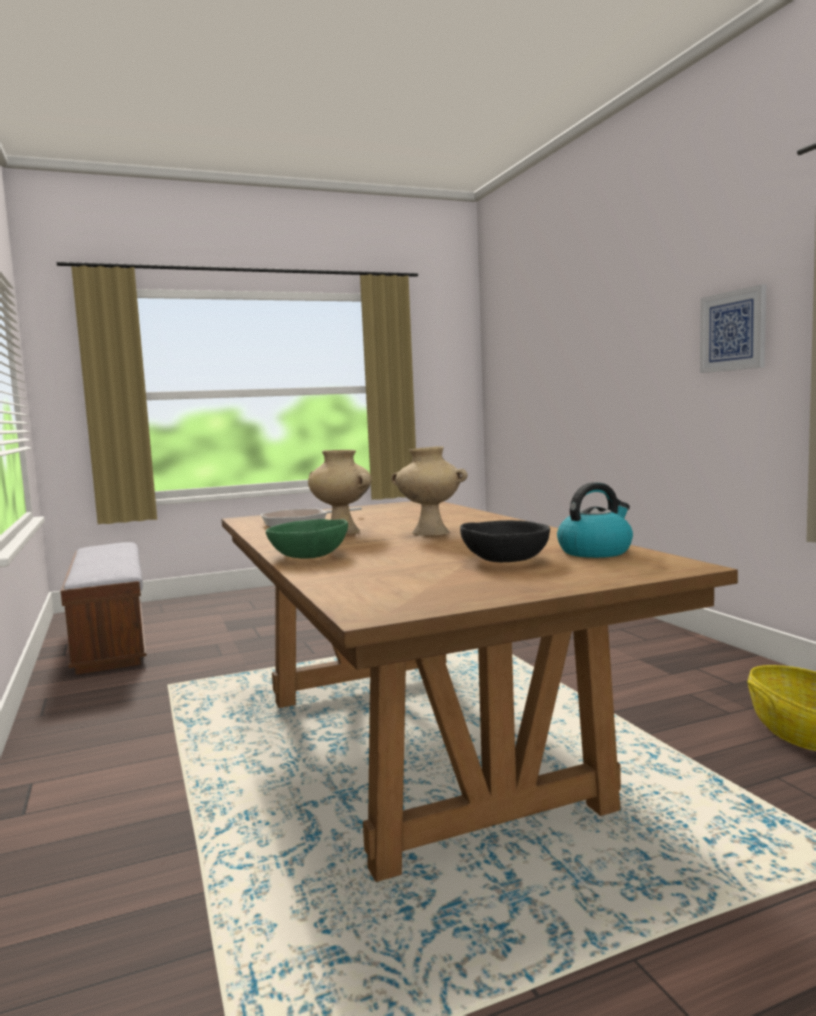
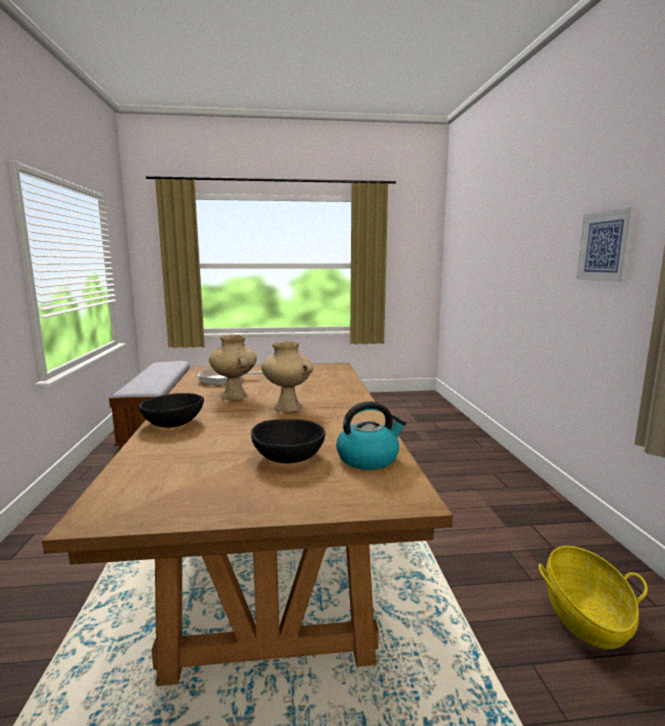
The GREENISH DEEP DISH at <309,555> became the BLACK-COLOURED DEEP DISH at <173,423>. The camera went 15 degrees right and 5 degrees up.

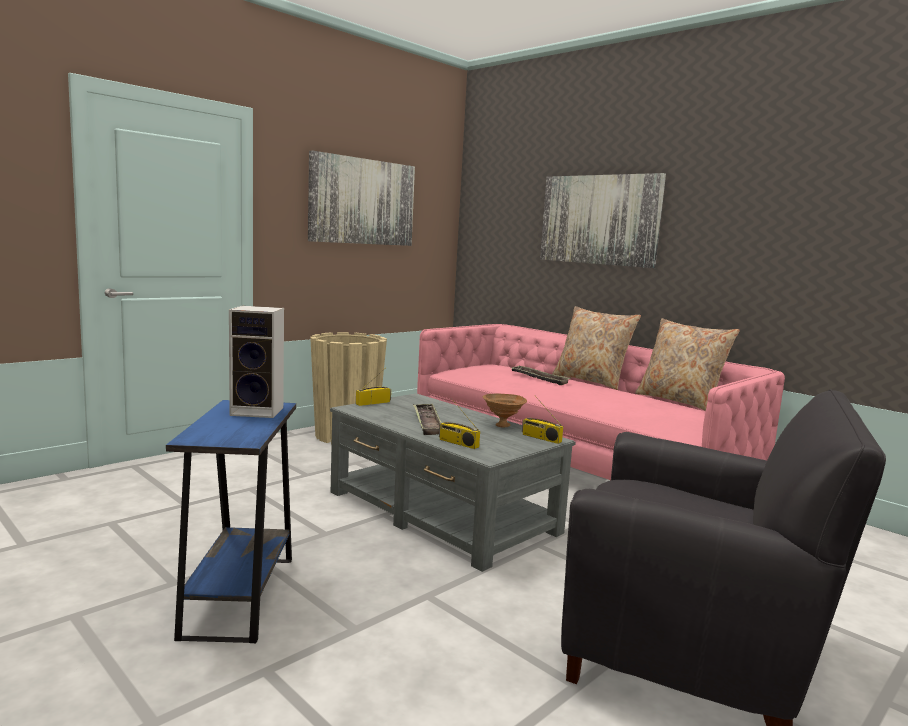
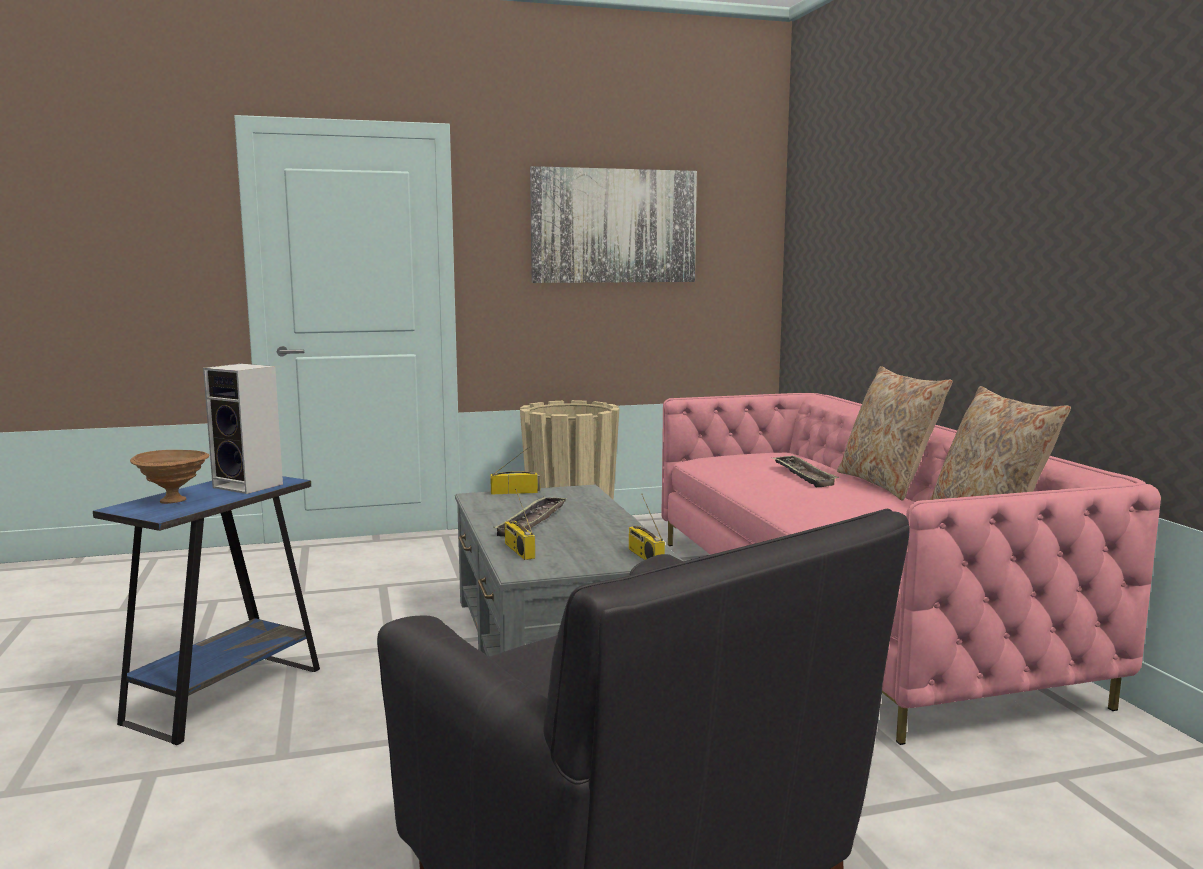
The PICTURE at <599,220> disappeared. The BROWN DEEP DISH moved from <502,425> to <174,500>. The camera went 30 degrees right and 0 degrees up.

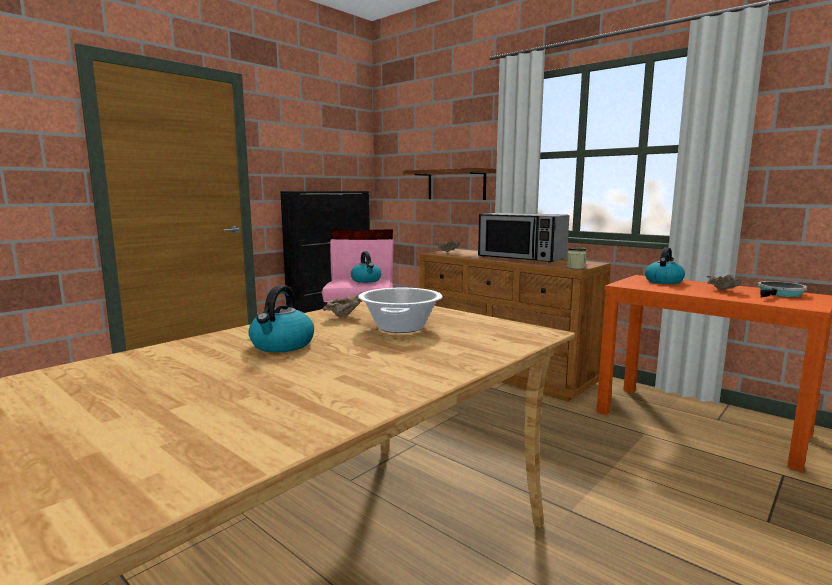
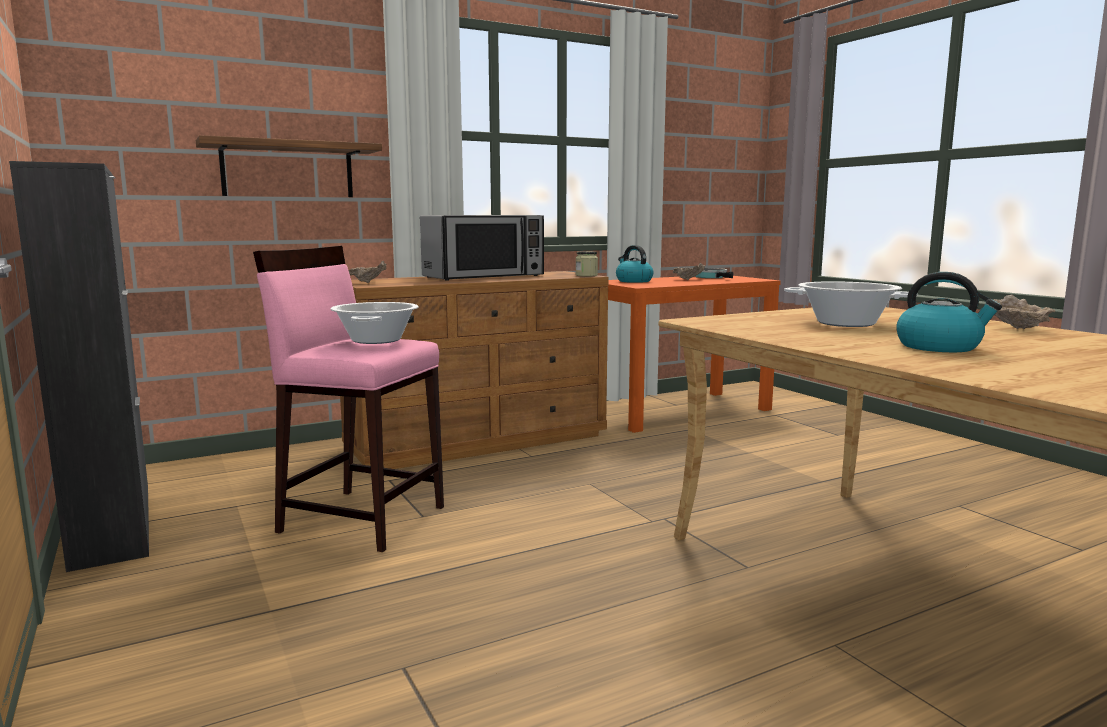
The BEIGE-COLOURED DEEP DISH moved from <344,316> to <1018,329>. The TEA KETTLE at <366,280> was replaced by the COOKING POT at <376,340>. The camera went 70 degrees left and 0 degrees up.

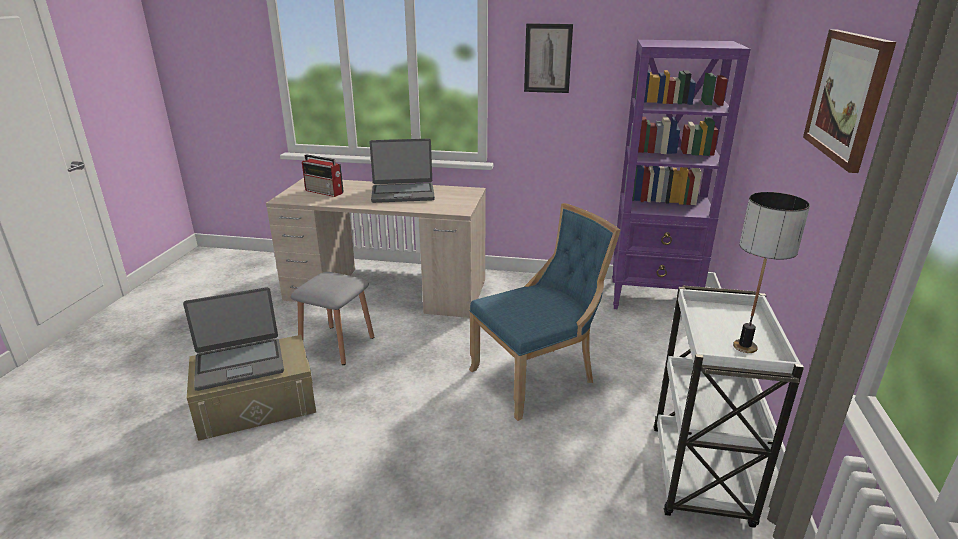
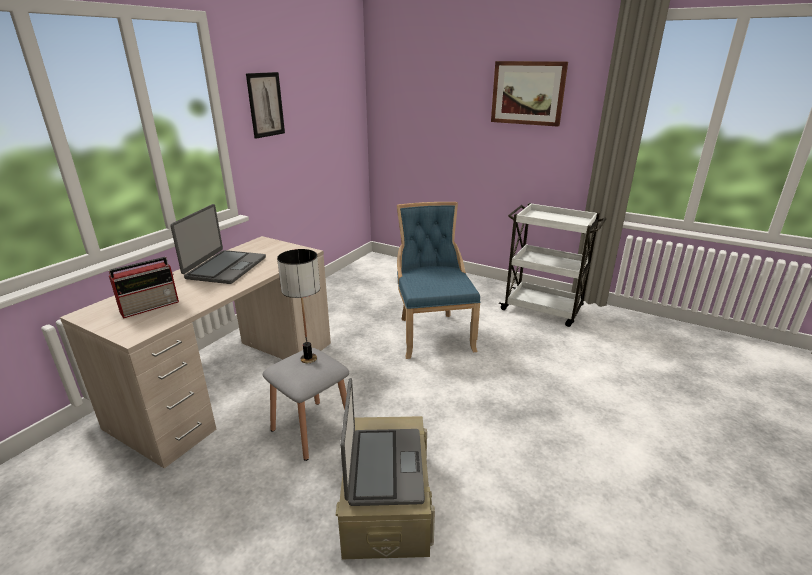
The PURPLE-COLOURED BOOKCASE at <653,298> disappeared. The LAMP FOR A TABLE moved from <745,346> to <308,358>. The camera went 70 degrees left and 0 degrees up.

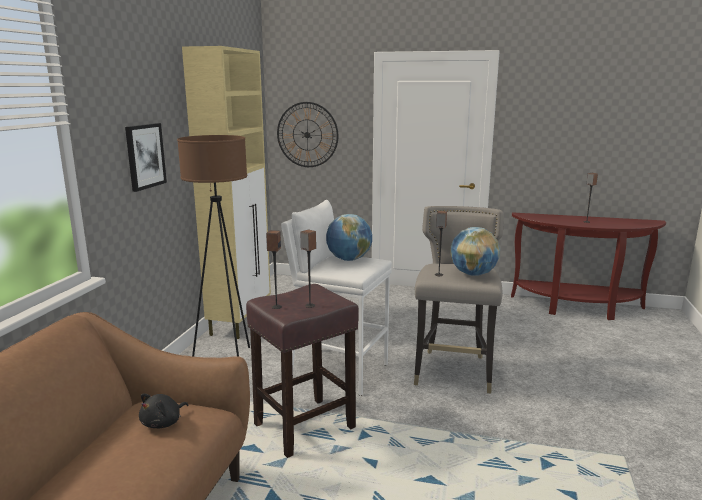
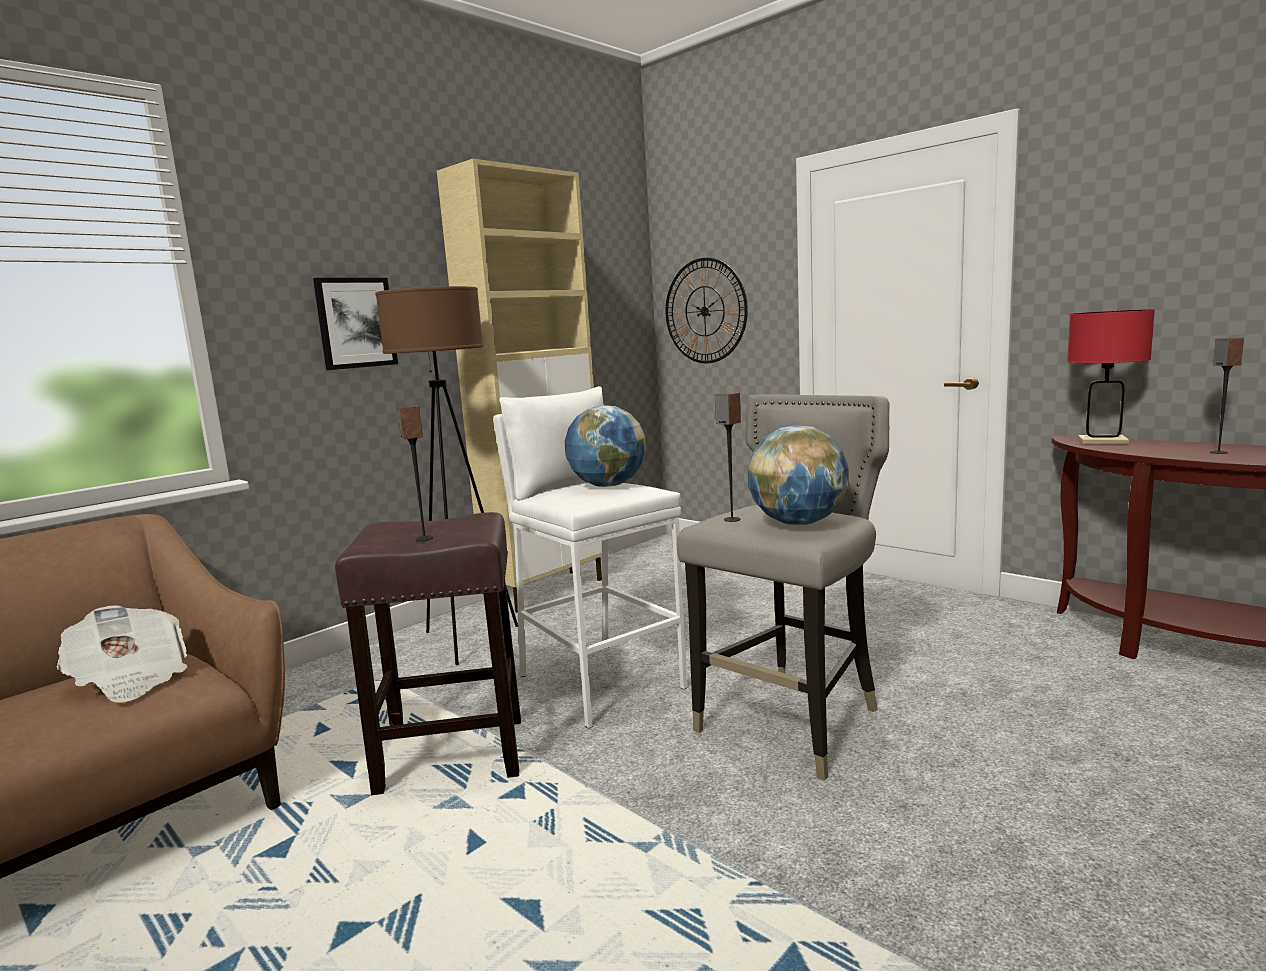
The LOUDSPEAKER at <276,307> disappeared. The RED LAMP FOR A TABLE at <1102,441> appeared. The BLACK-COLOURED PLUSH TOY at <163,423> was replaced by the PRINTED PAPER at <130,680>. The camera went 30 degrees right and 5 degrees down.

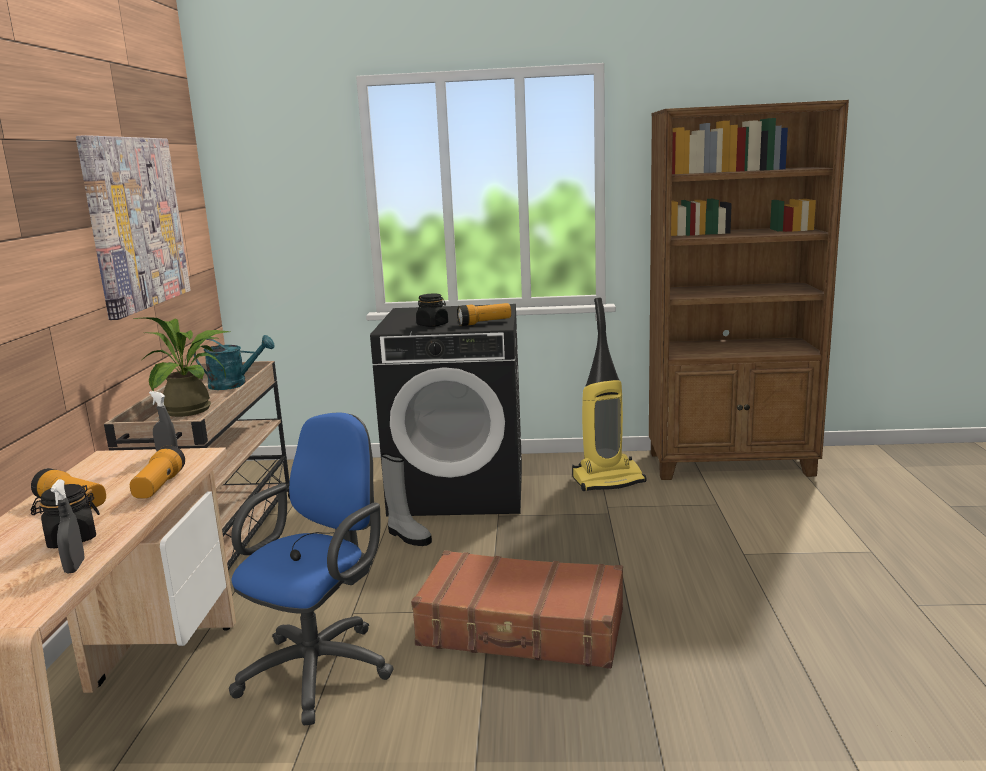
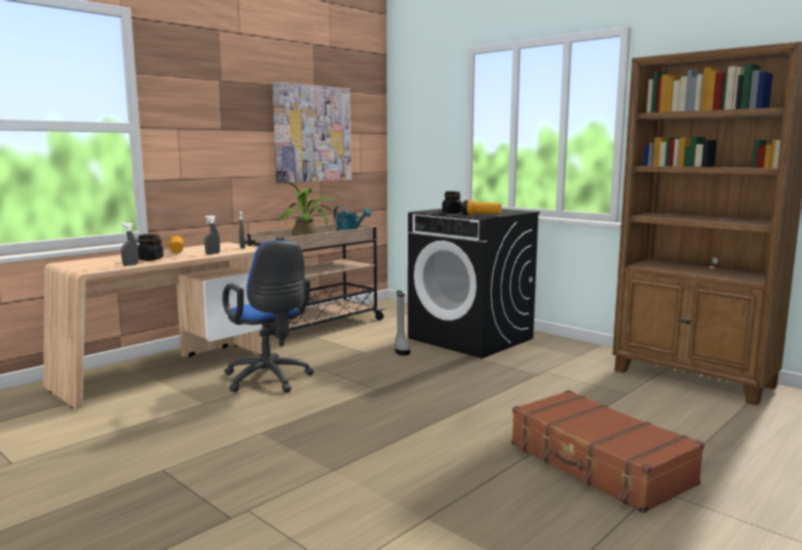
The HOOVER at <608,480> disappeared. The BROWN SUITCASE moved from <522,629> to <599,464>. The HAND TORCH at <159,486> was replaced by the GREY SPRAYER at <212,254>. The BLUE COMPUTER CHAIR at <322,666> turned 75 degrees clockwise. The camera went 40 degrees right and 5 degrees down.

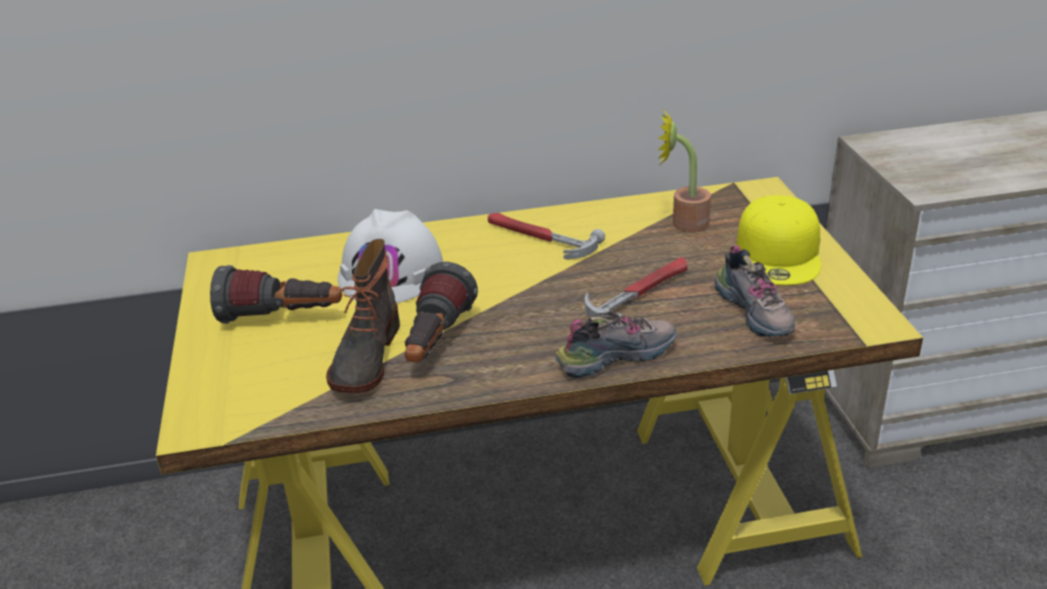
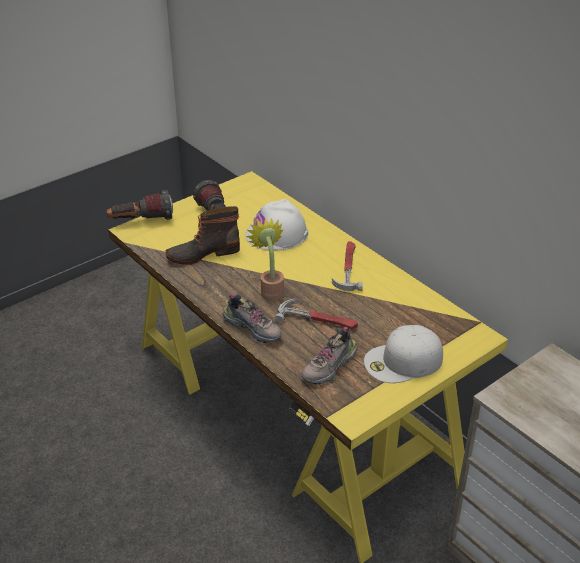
The HAND TORCH moved from <435,343> to <141,221>. The PLANT IN A POT moved from <682,223> to <270,290>. The YELLOW PEAKED CAP at <779,254> became the WHITE PEAKED CAP at <403,361>. The camera went 60 degrees right and 5 degrees up.

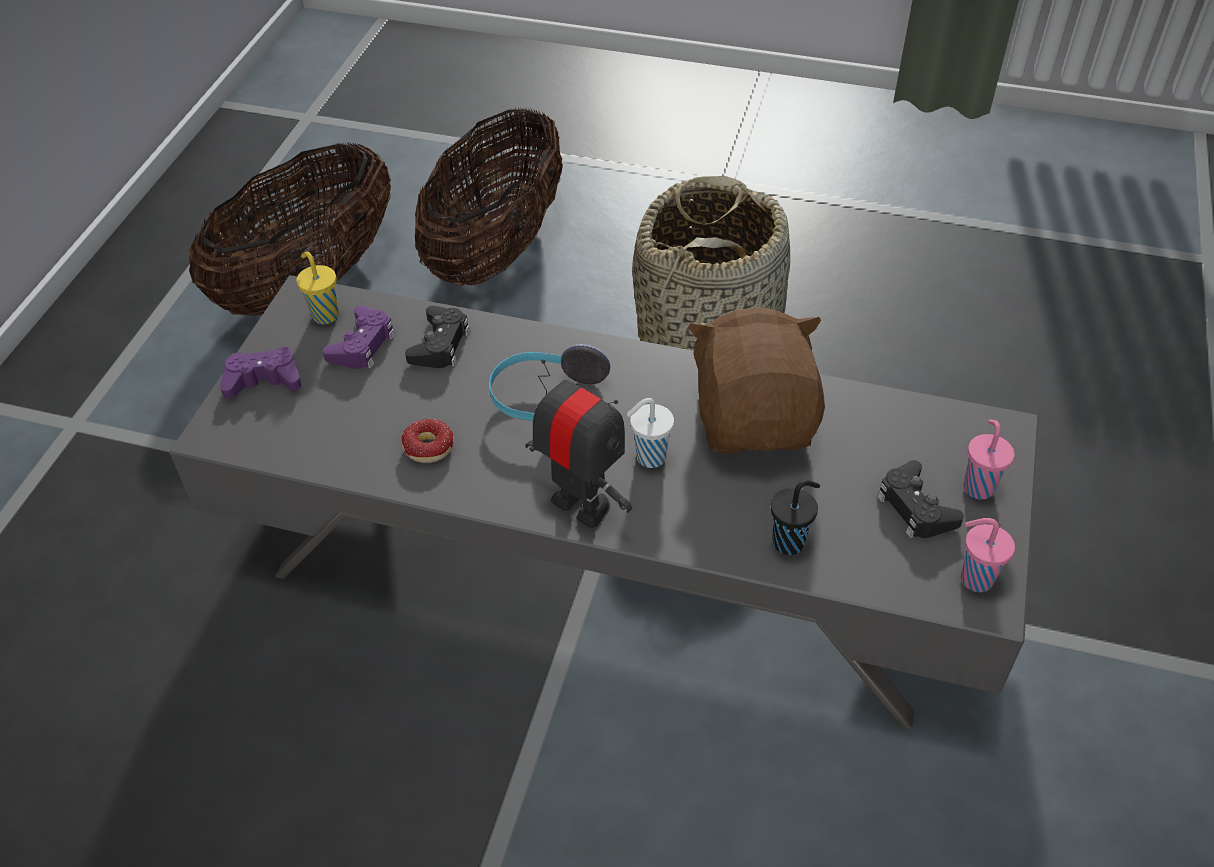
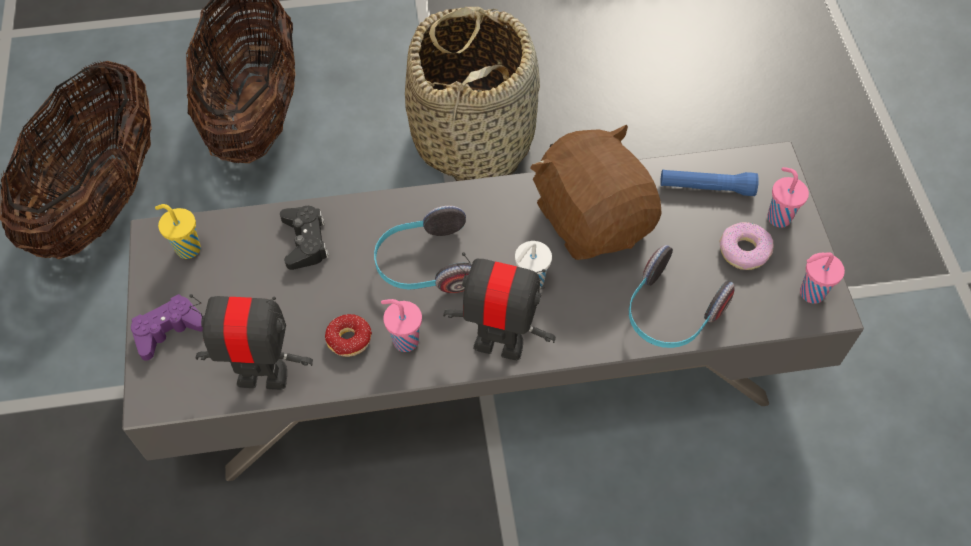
The PURPLE-COLOURED JOYPAD at <362,345> disappeared. The ROBOT FIGURE at <263,375> appeared. The PINK-COLOURED CUP at <404,340> appeared. The BLUE HAND TORCH at <706,188> appeared. The BLACK-COLOURED CUP at <790,542> was replaced by the PAIR OF HEADPHONES at <670,313>. The BLACK-COLOURED JOYPAD at <915,507> was replaced by the RING DOUGHNUT at <743,251>. The camera went 25 degrees left and 10 degrees up.

